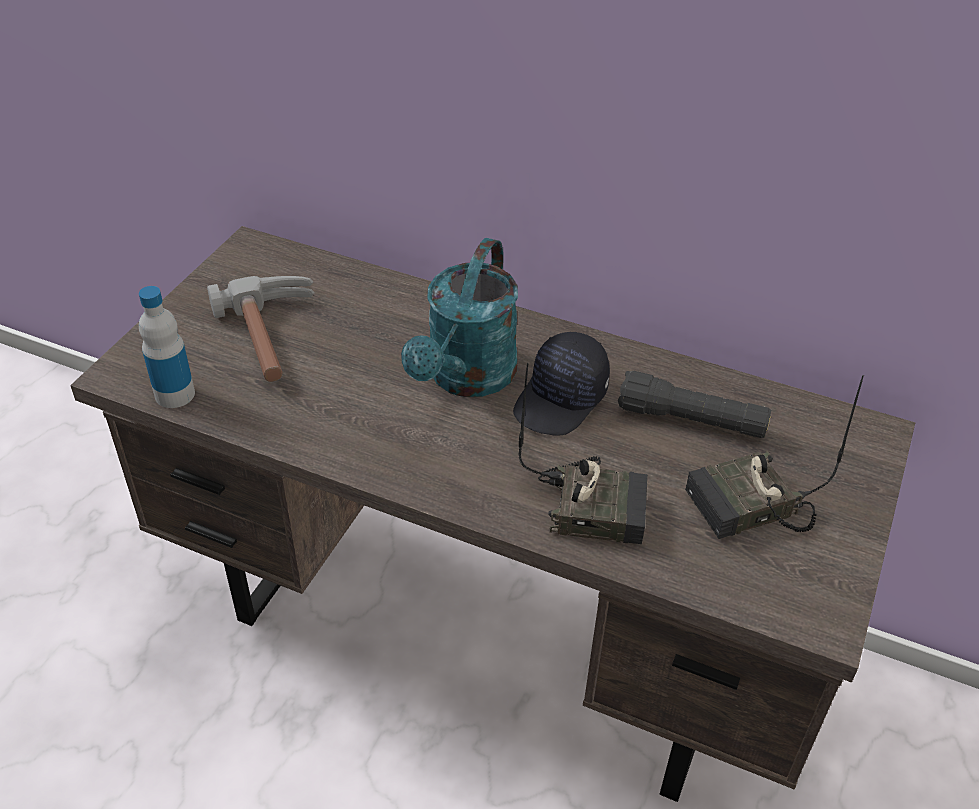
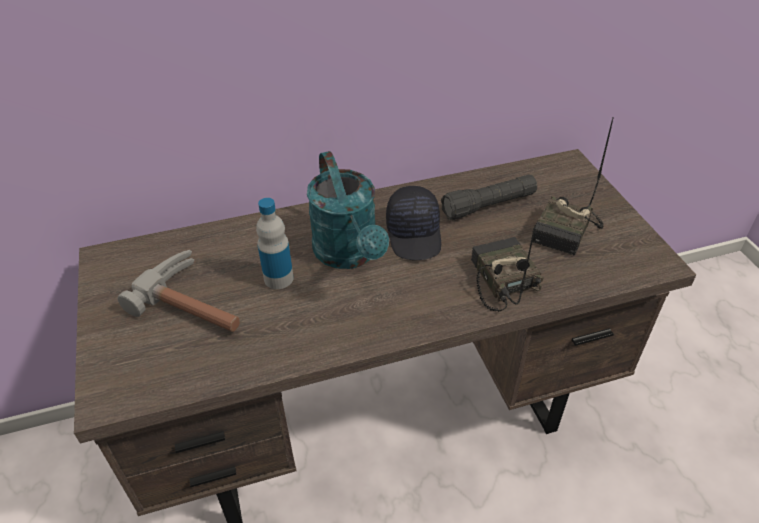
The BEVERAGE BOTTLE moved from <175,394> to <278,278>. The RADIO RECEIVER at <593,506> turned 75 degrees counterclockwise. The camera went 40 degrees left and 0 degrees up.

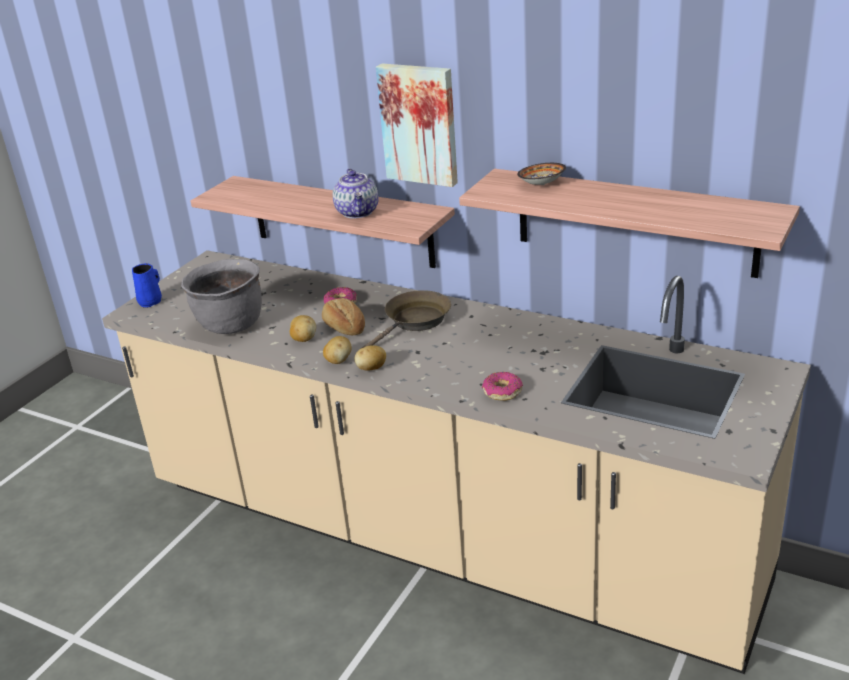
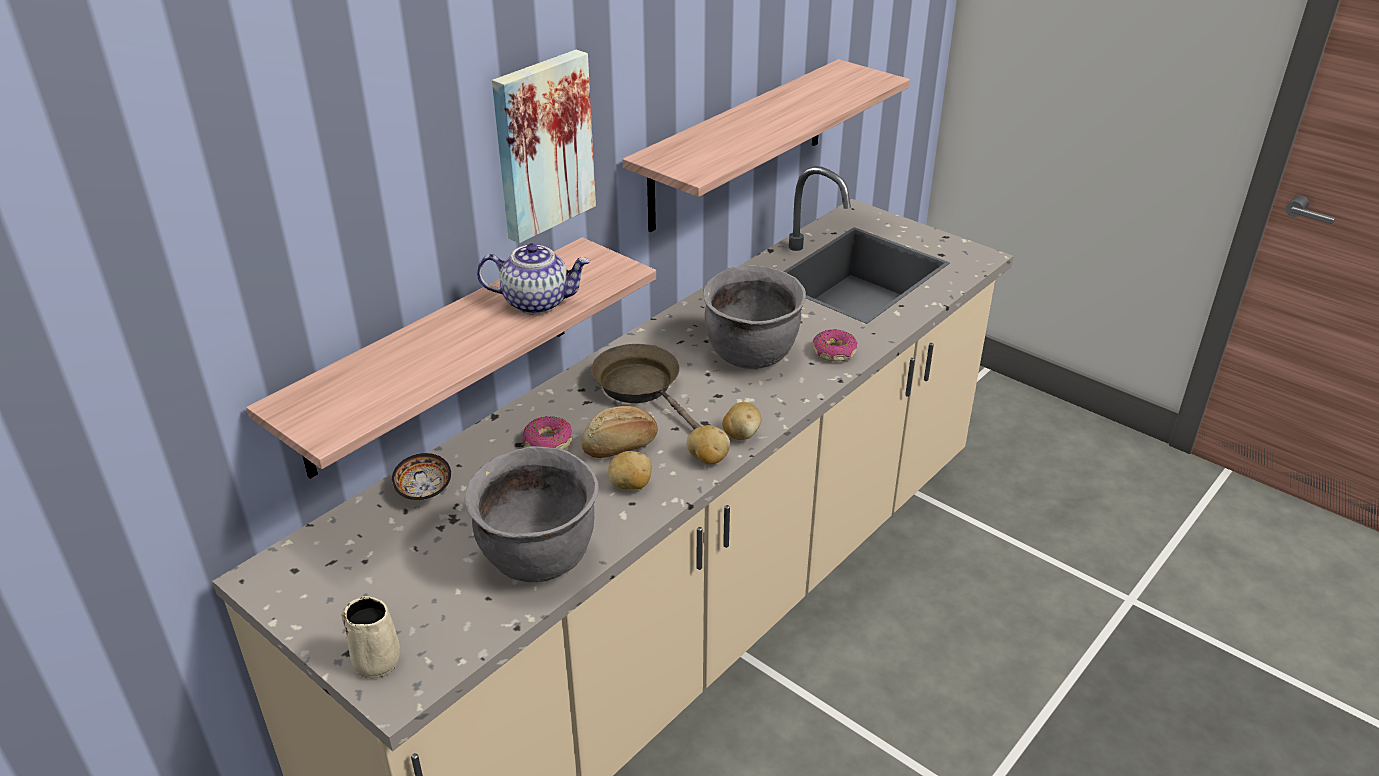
The GREY COOKING POT at <752,355> appeared. The DEEP DISH moved from <541,184> to <424,491>. The BLUE MUG at <151,301> became the BEIGE-COLOURED MUG at <375,660>. The camera went 80 degrees left and 5 degrees up.

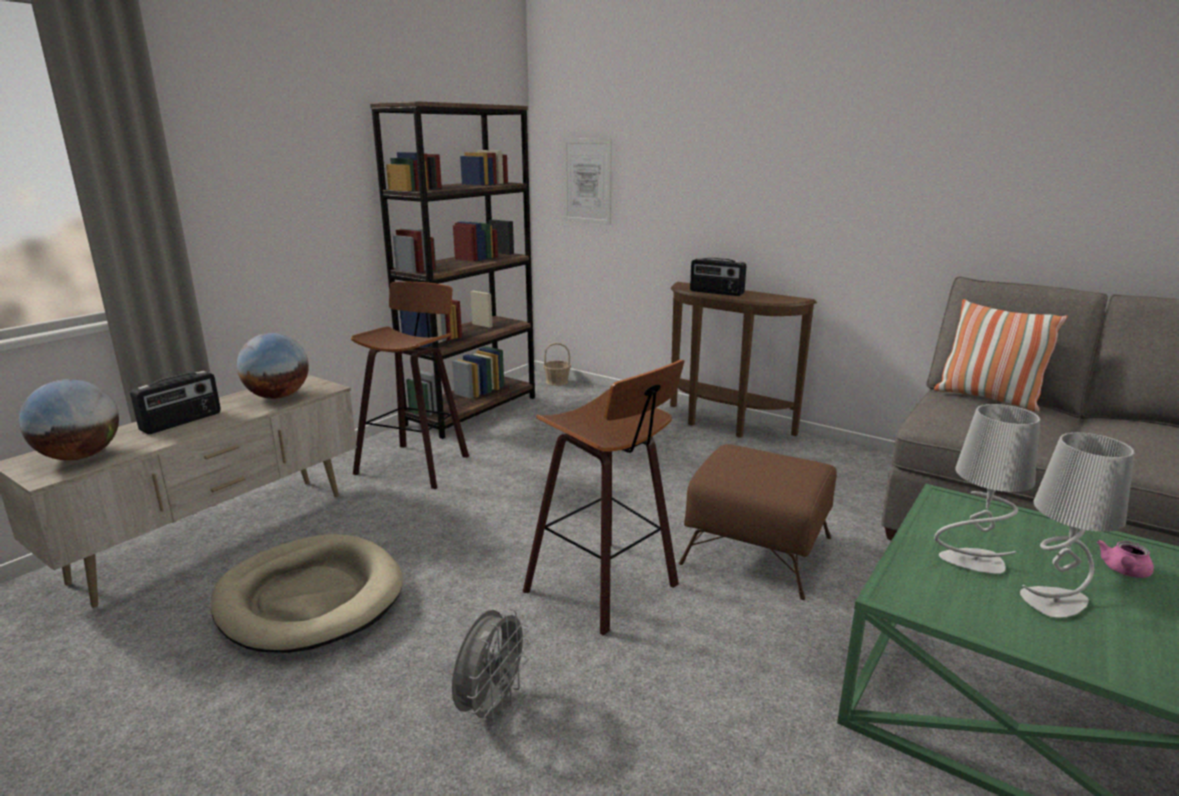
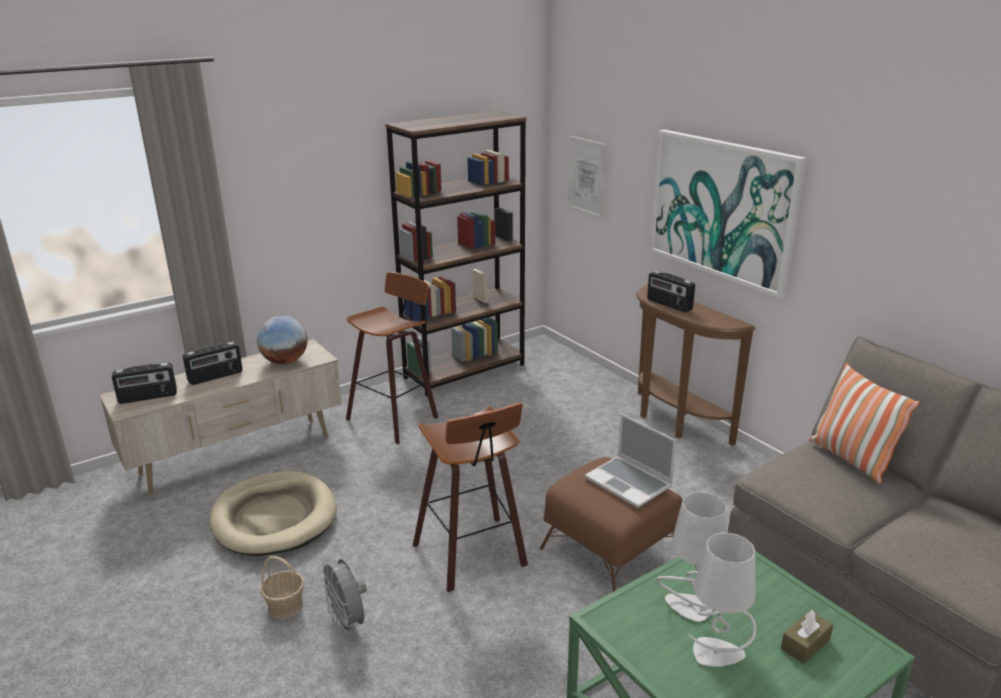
The LAPTOP at <629,483> appeared. The PICTURE at <722,209> appeared. The HOUSEHOLD BASKET moved from <557,382> to <285,606>. The GLOBE at <80,456> was replaced by the RADIO RECEIVER at <148,397>. The PINK-COLOURED TEA POT at <1124,571> was replaced by the BROWN BOX OF TISSUES at <805,644>. The GREY ELECTRIC FAN at <491,706> turned 105 degrees clockwise. The camera went 20 degrees right and 5 degrees up.

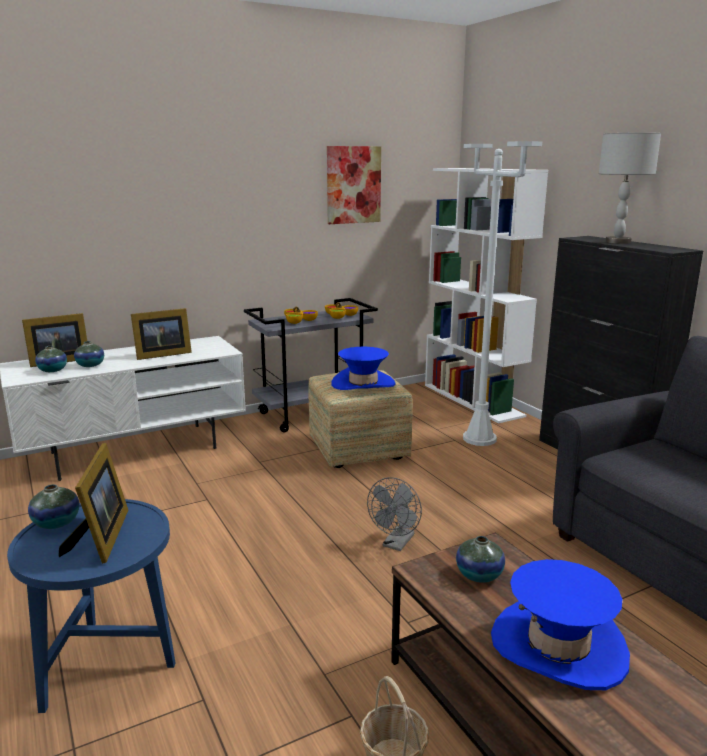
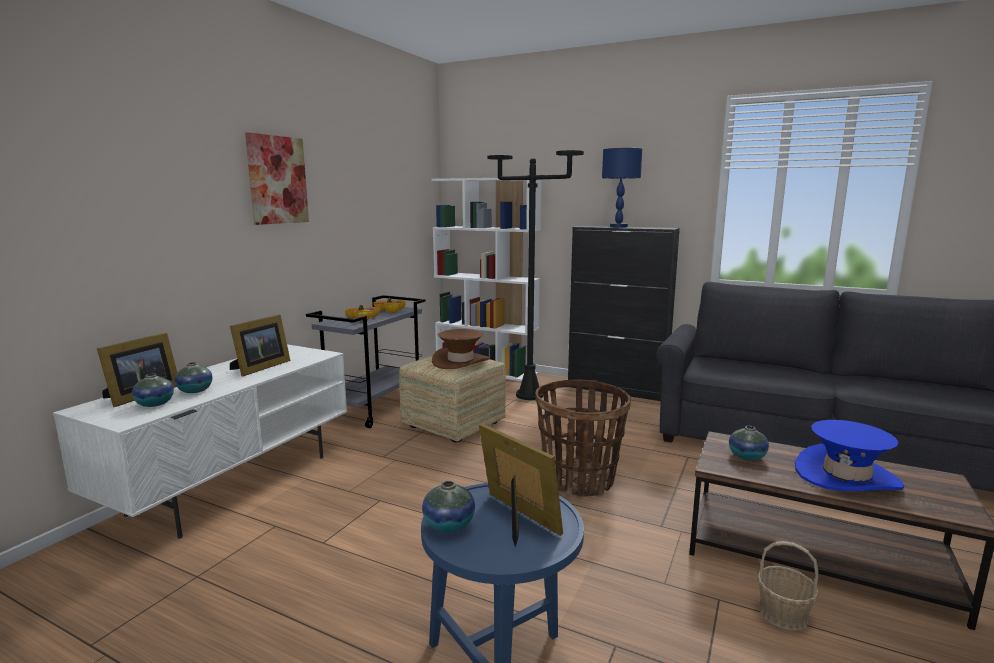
The PICTURE moved from <353,185> to <277,180>. The GREY ELECTRIC FAN at <396,544> was replaced by the HOUSEHOLD BASKET at <579,480>. The BLUE HAT at <363,383> became the BROWN HAT at <460,362>. The WHITE FLOOR LAMP at <479,439> became the BLACK-COLOURED FLOOR LAMP at <529,395>. The GREY LAMP FOR A TABLE at <618,242> became the BLUE LAMP FOR A TABLE at <618,227>. The camera went 35 degrees left and 5 degrees down.

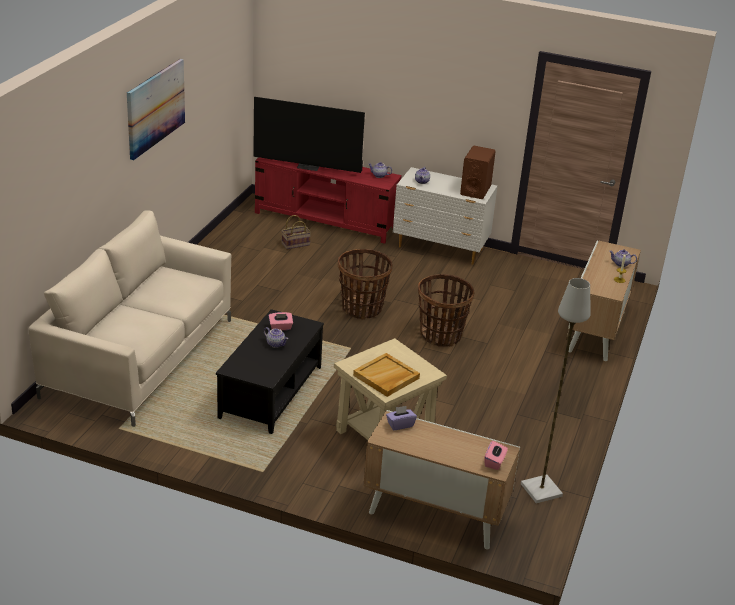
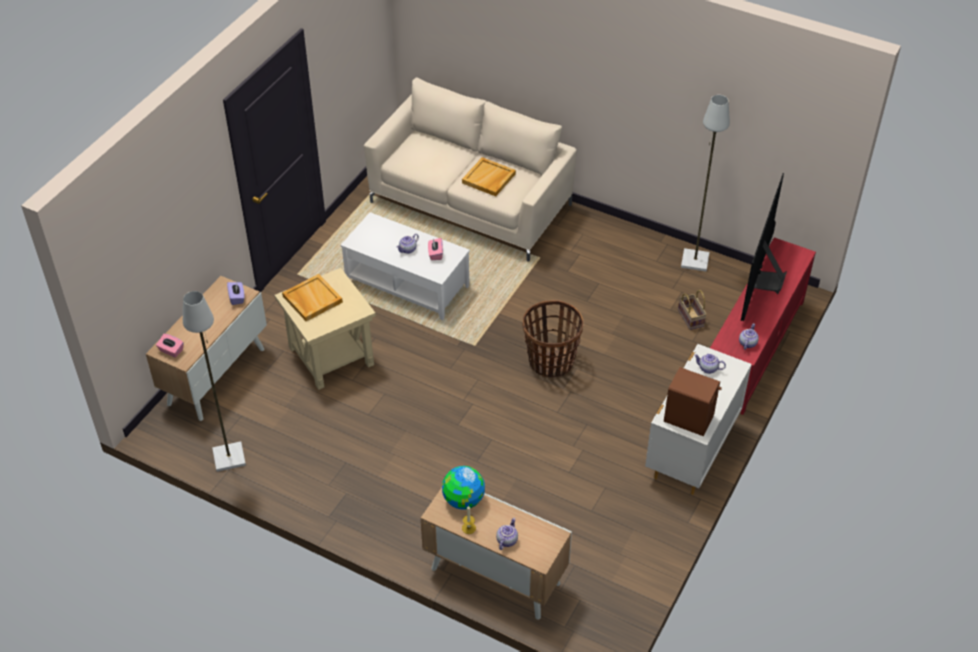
The PICTURE at <155,108> disappeared. The HOUSEHOLD BASKET at <441,335> disappeared. The GLOBE at <463,500> appeared. The BEIGE-COLOURED TRAY at <489,179> appeared. The GREY FLOOR LAMP at <694,261> appeared. The BLACK-COLOURED LOW TABLE at <270,392> became the WHITE LOW TABLE at <407,284>. The camera went 100 degrees right and 15 degrees up.

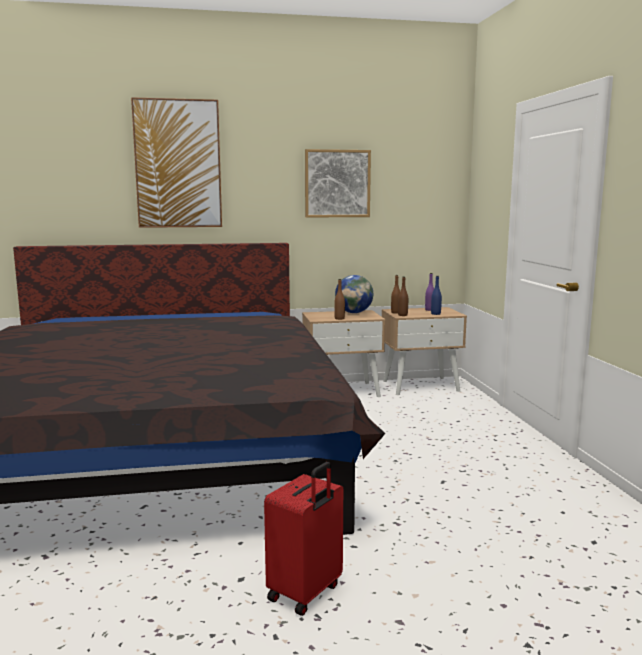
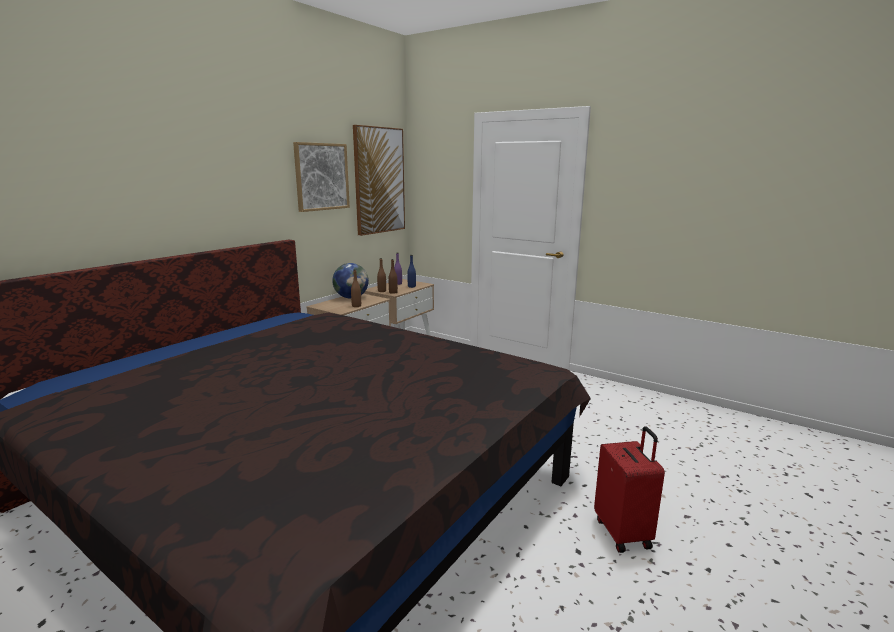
The PICTURE moved from <178,164> to <379,180>. The camera went 45 degrees left and 5 degrees up.

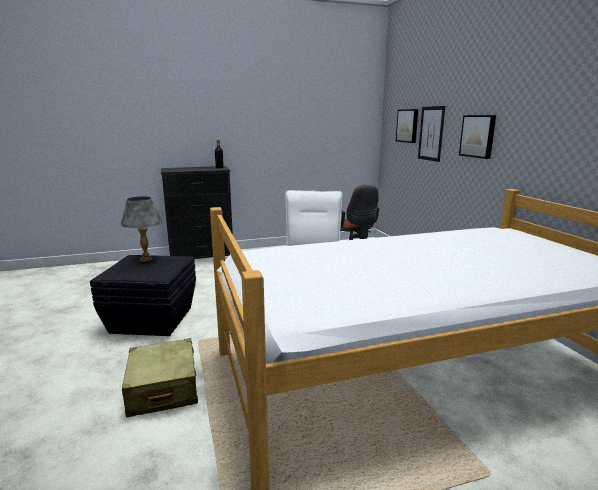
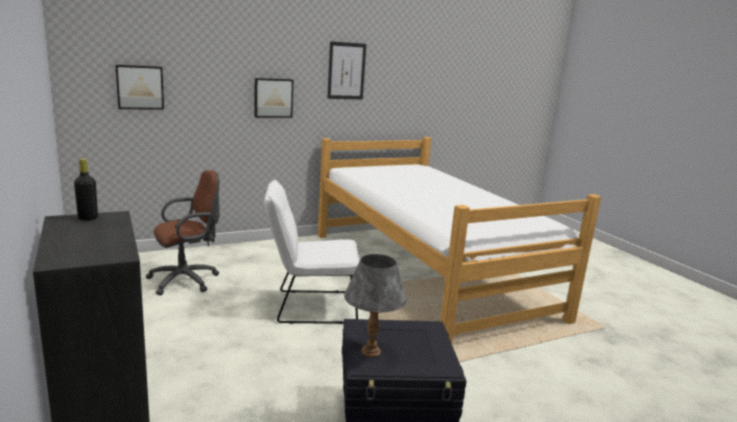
The BEIGE-COLOURED SUITCASE at <163,388> disappeared. The PICTURE moved from <431,133> to <346,71>. The camera went 100 degrees left and 0 degrees up.

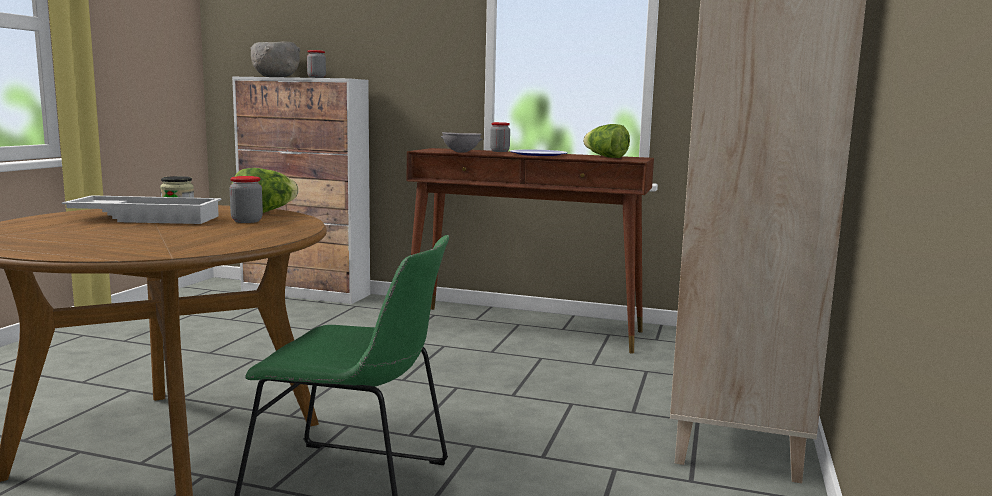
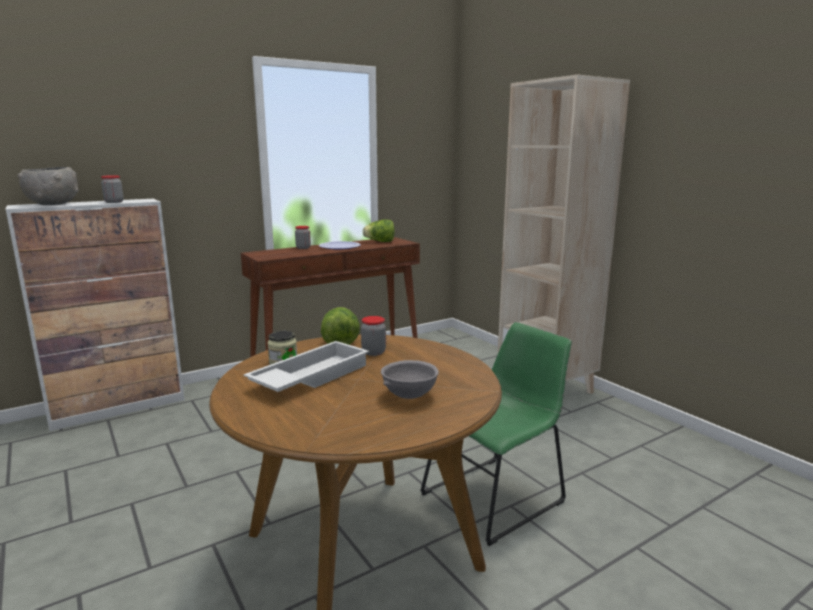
The GREY DEEP DISH moved from <461,152> to <408,396>. The camera went 50 degrees left and 5 degrees up.

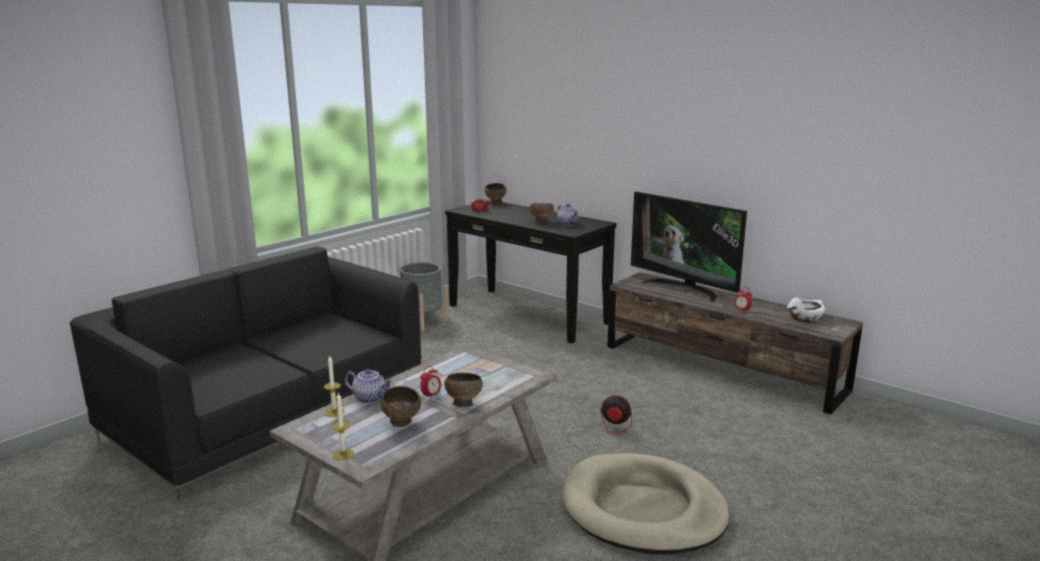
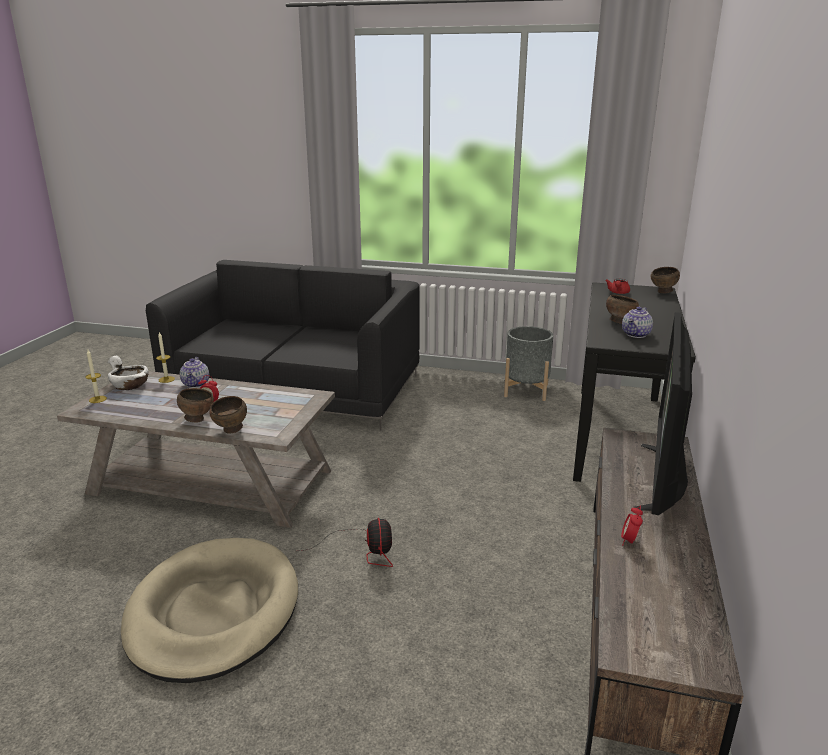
The BROWN DEEP DISH moved from <402,423> to <231,430>. The WHITE DEEP DISH moved from <804,318> to <130,385>. The camera went 65 degrees right and 5 degrees up.

